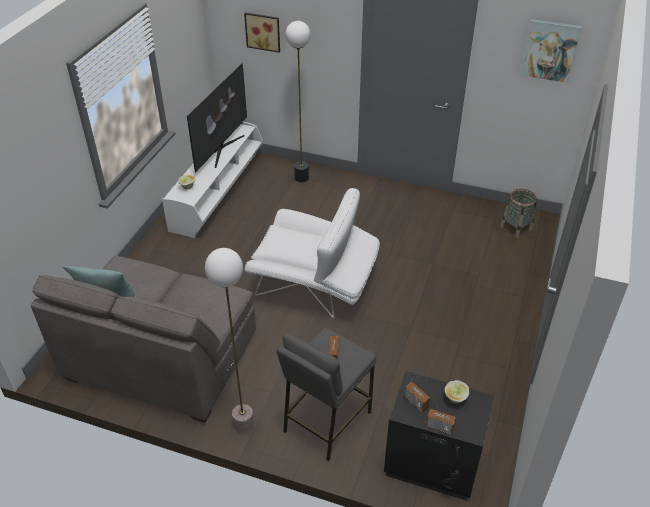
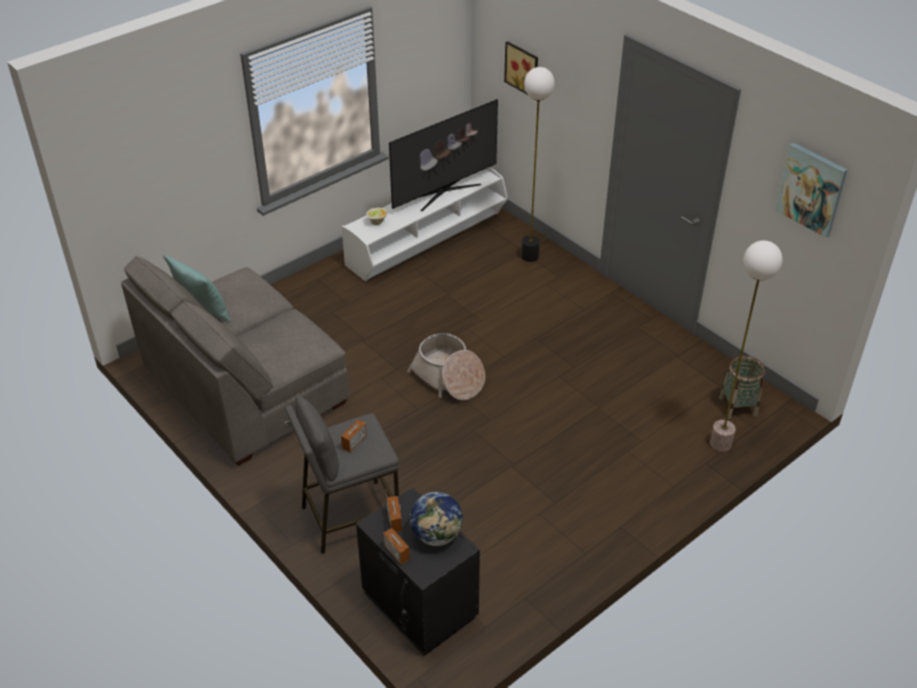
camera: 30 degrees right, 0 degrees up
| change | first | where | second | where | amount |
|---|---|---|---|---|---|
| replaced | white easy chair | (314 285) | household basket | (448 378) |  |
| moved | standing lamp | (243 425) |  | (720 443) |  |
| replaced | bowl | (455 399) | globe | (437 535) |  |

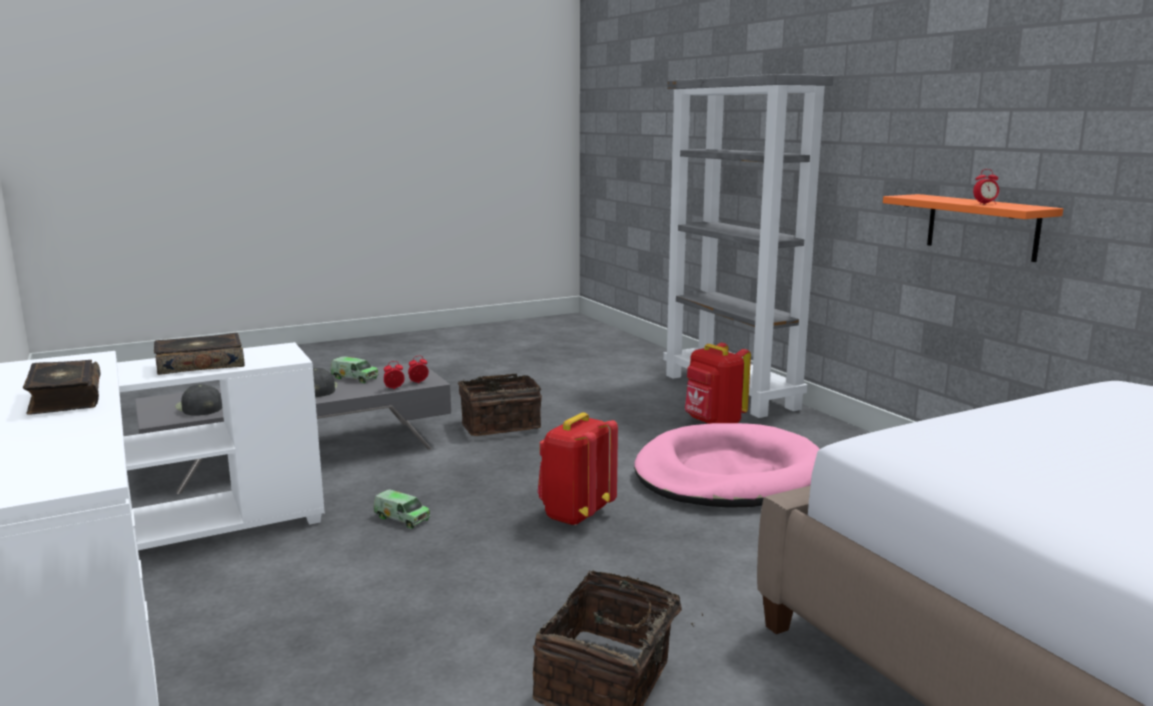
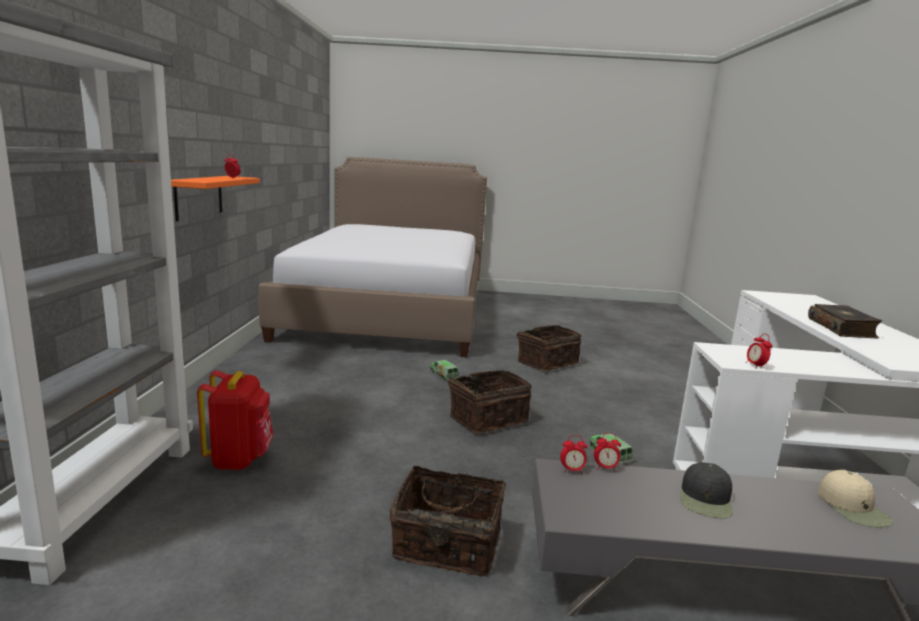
camera: 150 degrees left, 0 degrees up
| change | first | where | second | where | amount |
|---|---|---|---|---|---|
| removed | book | (200 365) |  |  |  |
| moved | model truck | (354 378) |  | (443 375) |  |
| recoloured | blackish cap | (199 407) | beige cap | (853 508) |  |
| replaced | red-coloured rucksack | (575 515) | household basket | (487 419) |  |
| removed | pink-coloured pet bed | (727 474) |  |  |  |
| added |  |  | table clock | (755 366) |  |

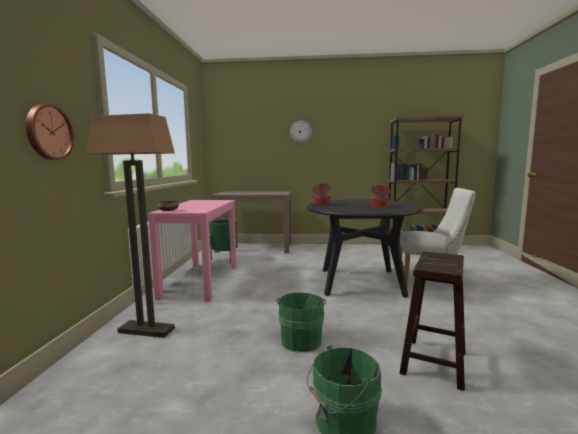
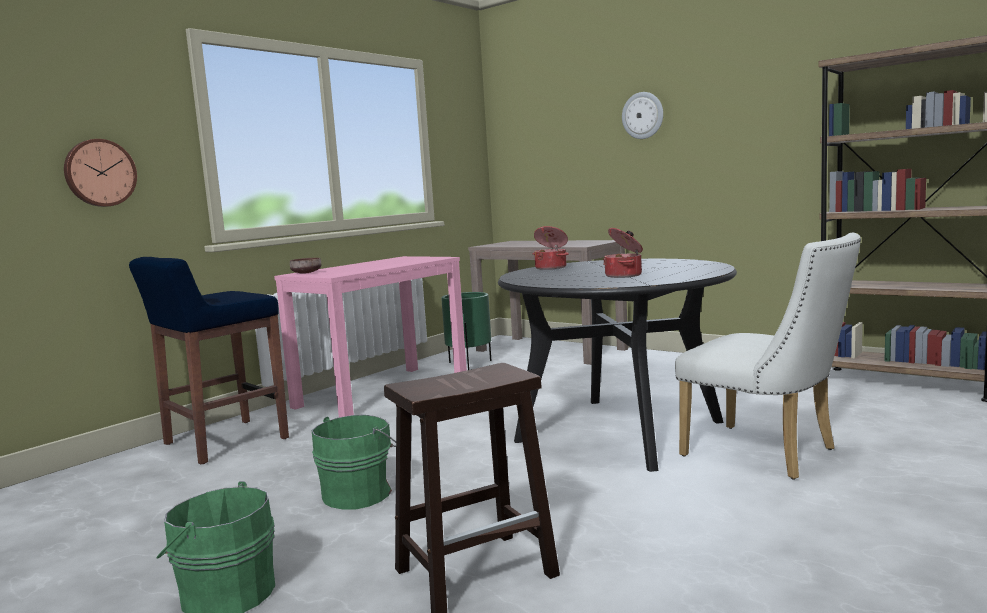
camera: 35 degrees right, 0 degrees up
| change | first | where | second | where | amount |
|---|---|---|---|---|---|
| replaced | standing lamp | (146 331) | bluish sitting stool | (223 442) |  |

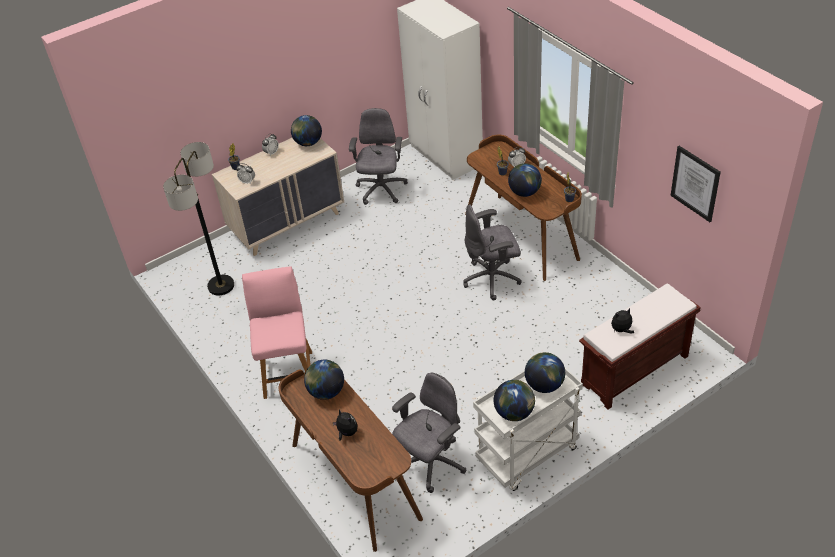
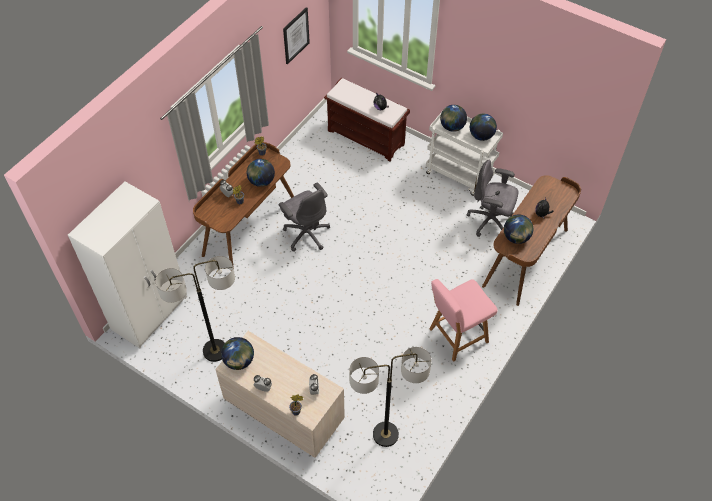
camera: 115 degrees left, 10 degrees up
| change | first | where | second | where | amount |
|---|---|---|---|---|---|
| replaced | gray computer chair | (381 190) | standing lamp | (215 350) |  |

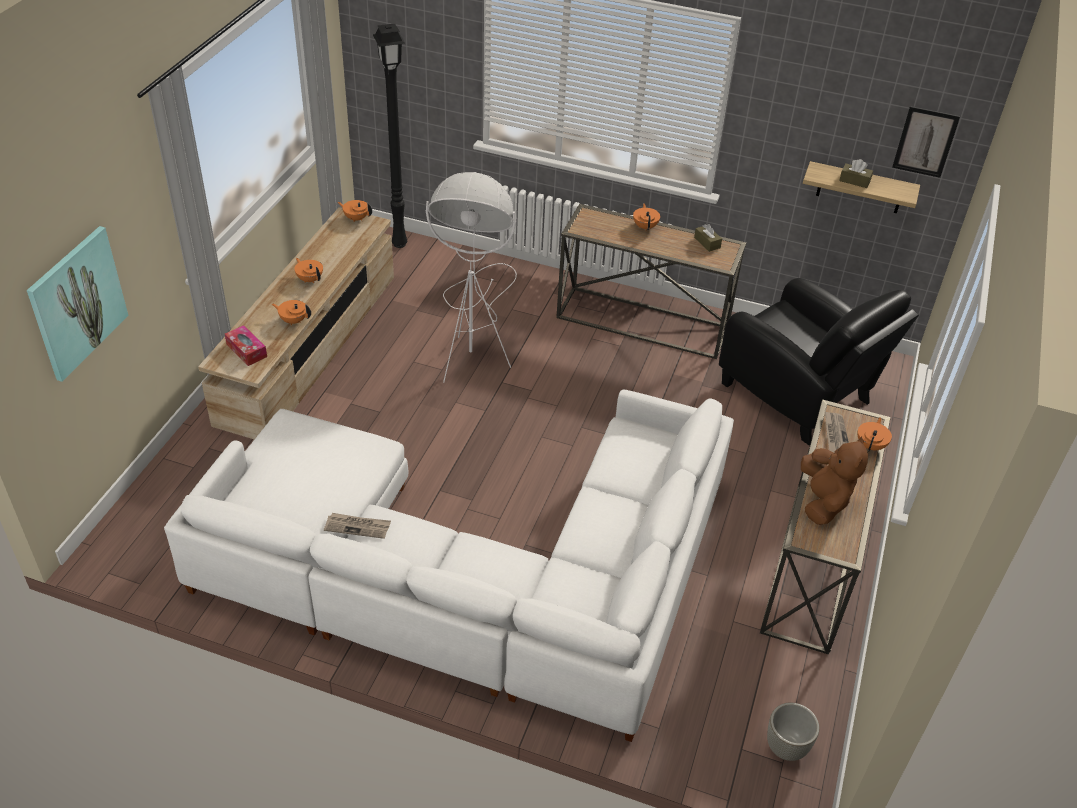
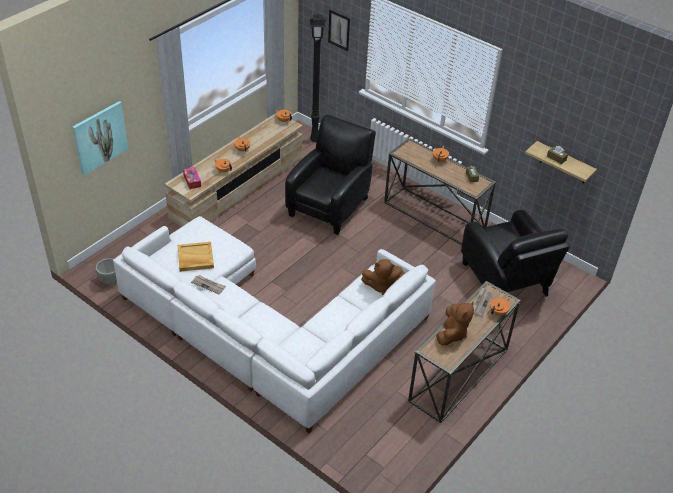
camera: 20 degrees right, 0 degrees up
| change | first | where | second | where | amount |
|---|---|---|---|---|---|
| moved | wall art | (925 141) |  | (339 30) |  |
| replaced | white standing lamp | (475 341) | blackish easy chair | (330 205) |  |
| moved | gray plant pot | (785 747) |  | (110 281) |  |
| added |  |  | beige tray | (195 258) |  |
| added |  |  | brown-coloured soft toy | (381 286) |  |

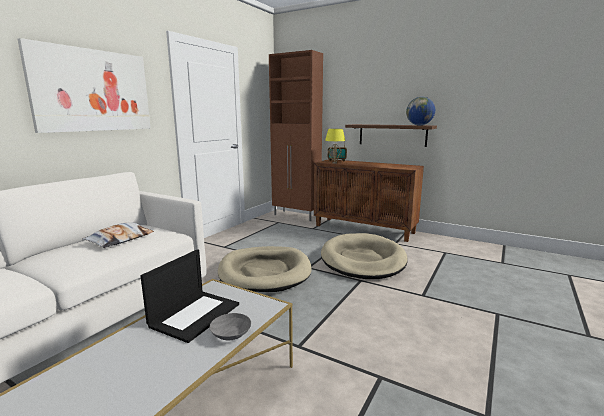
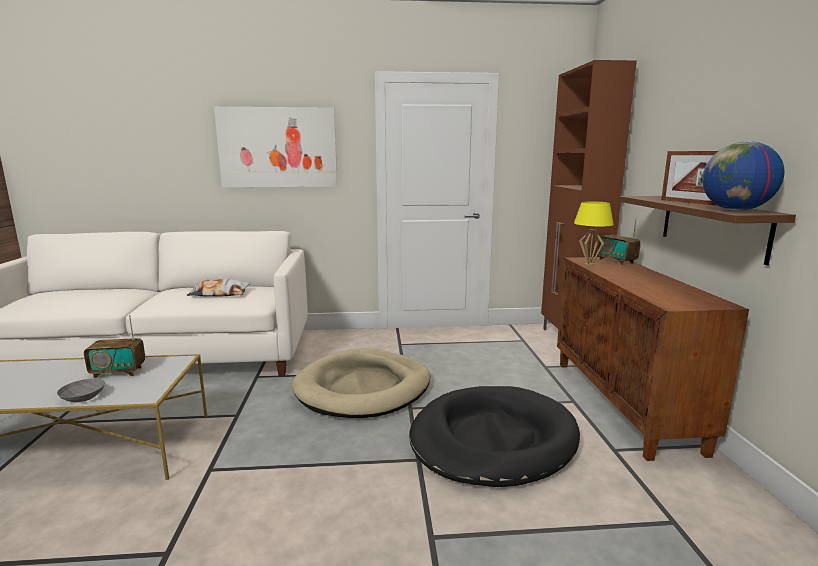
camera: 55 degrees right, 0 degrees up
| change | first | where | second | where | amount |
|---|---|---|---|---|---|
| recoloured | beige pet bed | (363 260) | blackish pet bed | (492 440) |  |
| replaced | portable computer | (195 314) | radio set | (118 372) |  |
| added |  |  | standing frame | (687 202) |  |

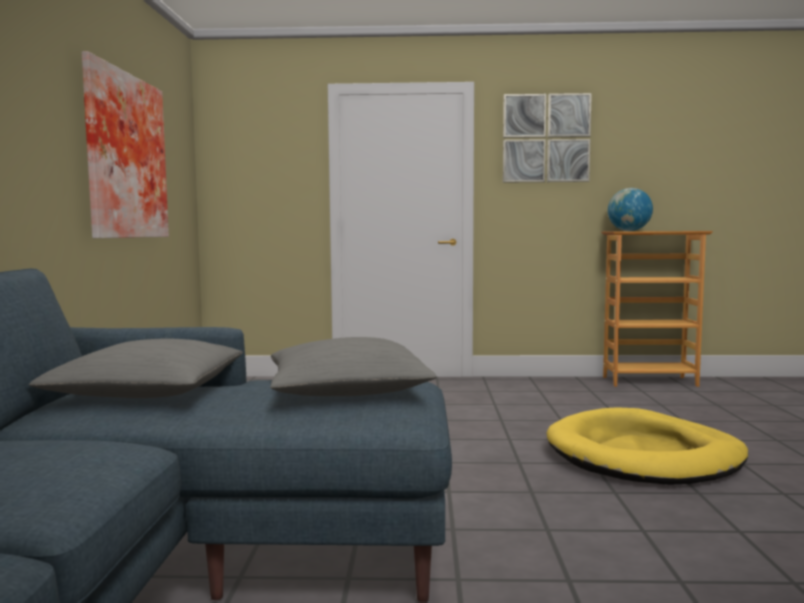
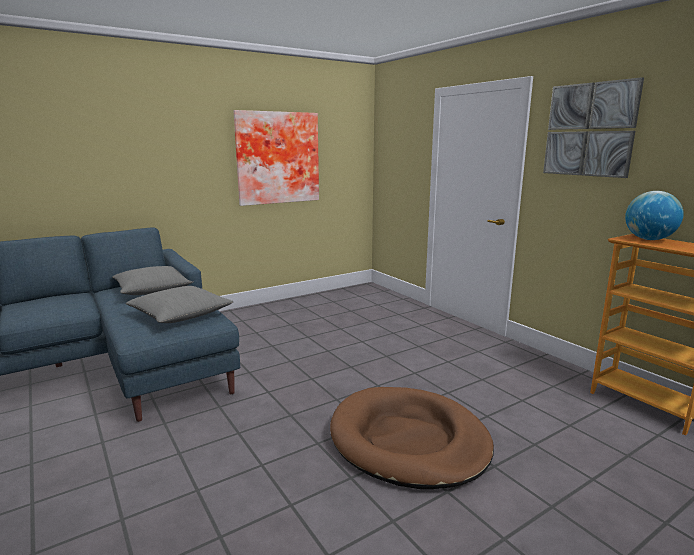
camera: 55 degrees right, 10 degrees up
| change | first | where | second | where | amount |
|---|---|---|---|---|---|
| recoloured | yellowish pet bed | (644 455) | brown-coloured pet bed | (408 441) |  |

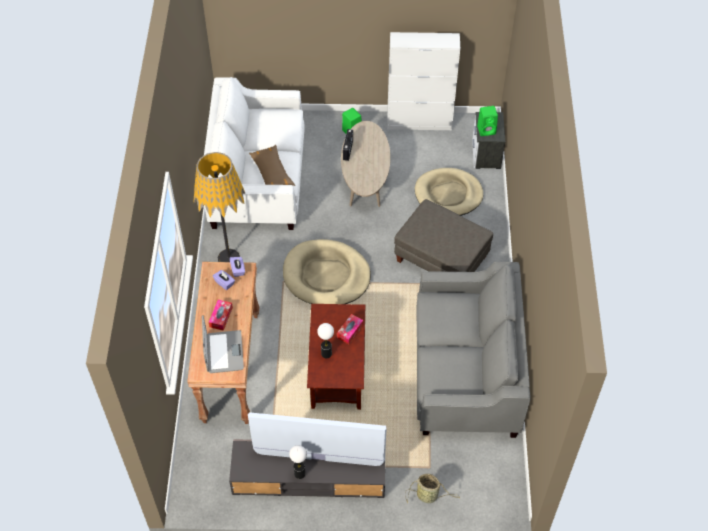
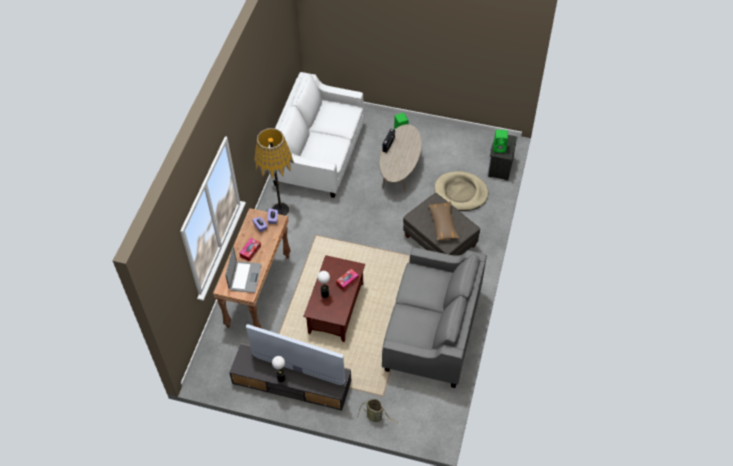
camera: 15 degrees right, 0 degrees up
| change | first | where | second | where | amount |
|---|---|---|---|---|---|
| removed | white cupboard | (419 122) |  |  |  |
| moved | brown-coloured cushion | (272 173) |  | (443 224) |  |
| removed | beige pet bed | (326 276) |  |  |  |

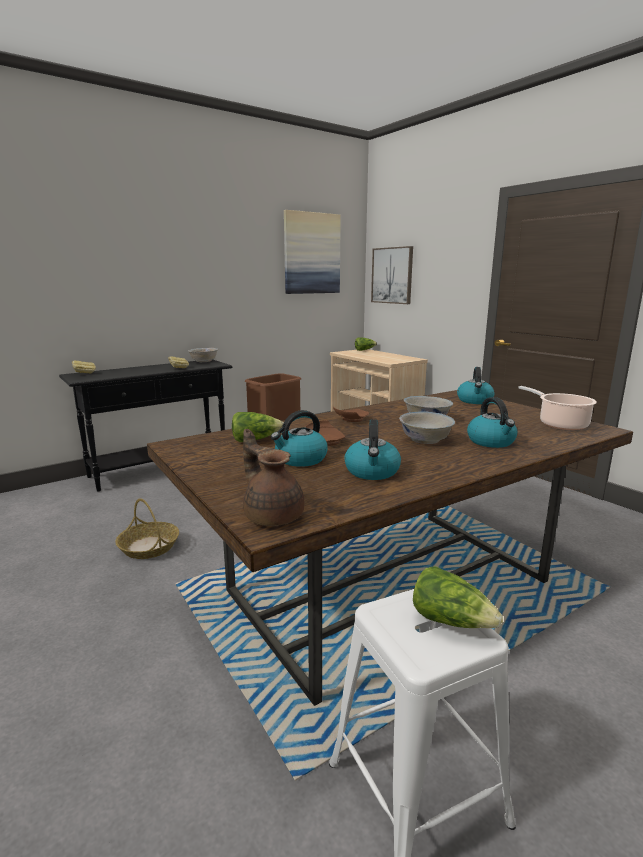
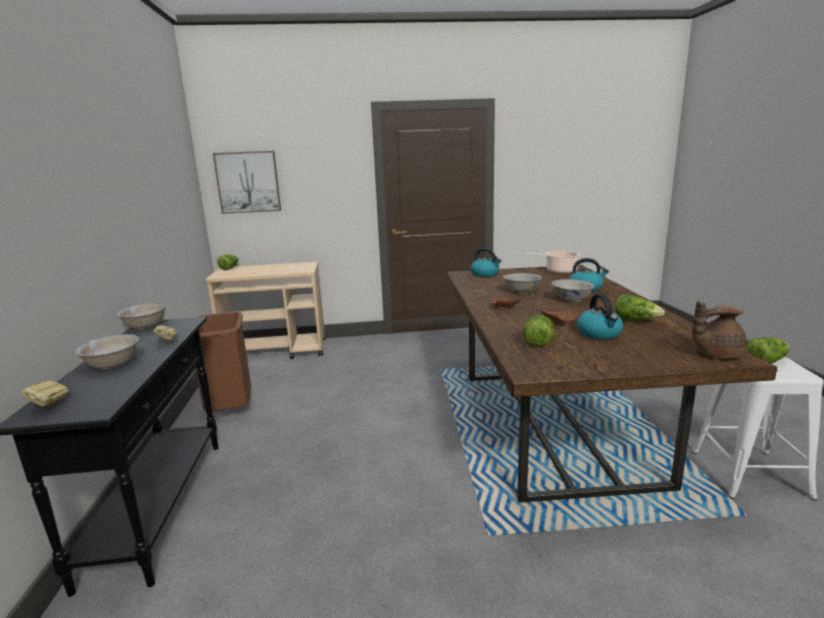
camera: 60 degrees left, 0 degrees up
| change | first | where | second | where | amount |
|---|---|---|---|---|---|
| removed | wall art | (311 253) |  |  |  |
| replaced | tea kettle | (372 472) | lettuce | (635 320) |  |
| removed | household basket | (149 547) |  |  |  |
| added |  |  | white bowl | (113 364) |  |

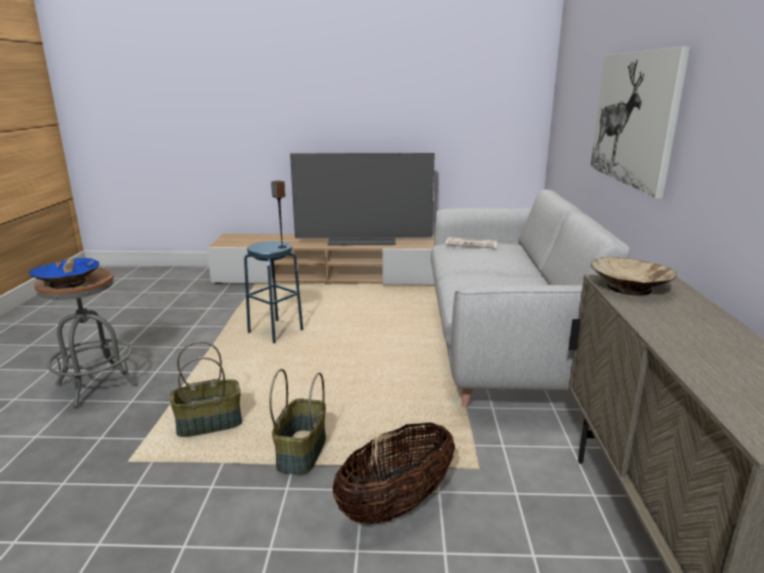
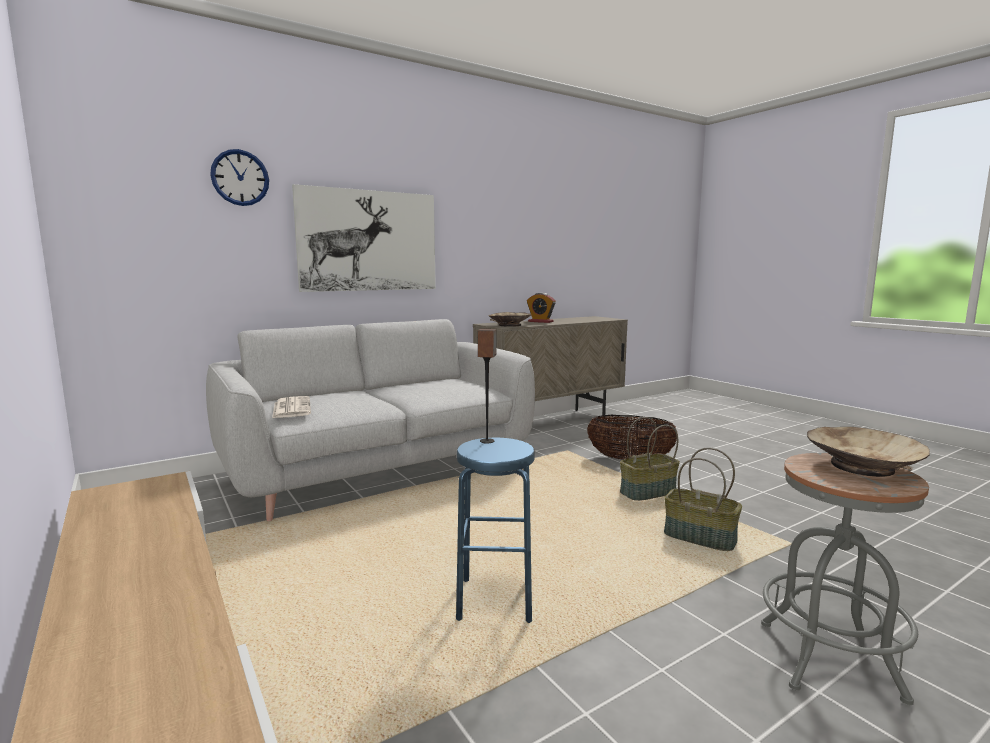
camera: 125 degrees left, 10 degrees down
| change | first | where | second | where | amount |
|---|---|---|---|---|---|
| removed | TV | (362 240) |  |  |  |
| recoloured | bluish bowl | (68 282) | beige bowl | (861 466) |  |
| added |  |  | clock on the wall | (240 178) |  |
| added |  |  | table clock | (540 321) |  |

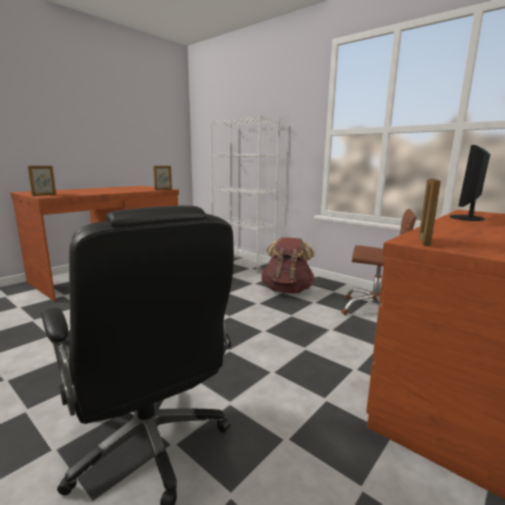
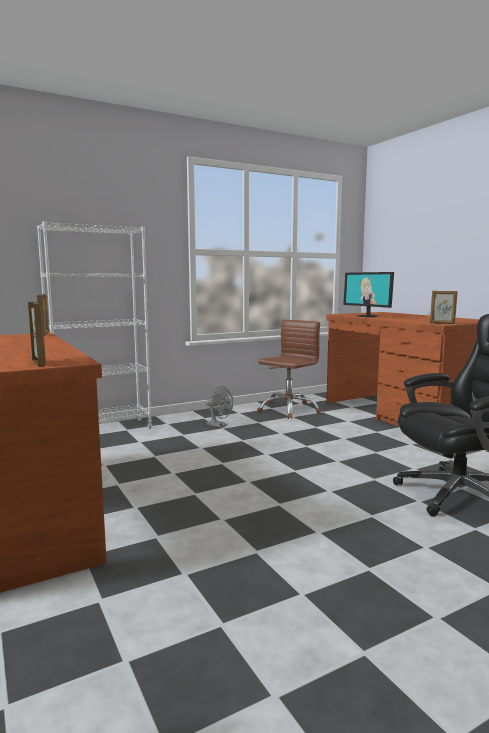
camera: 70 degrees left, 5 degrees down
| change | first | where | second | where | amount |
|---|---|---|---|---|---|
| replaced | brown-coloured rucksack | (287 290) | gray electric fan | (219 426) |  |

